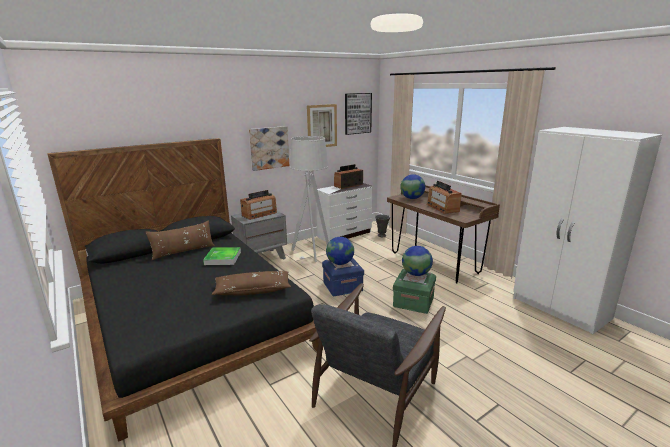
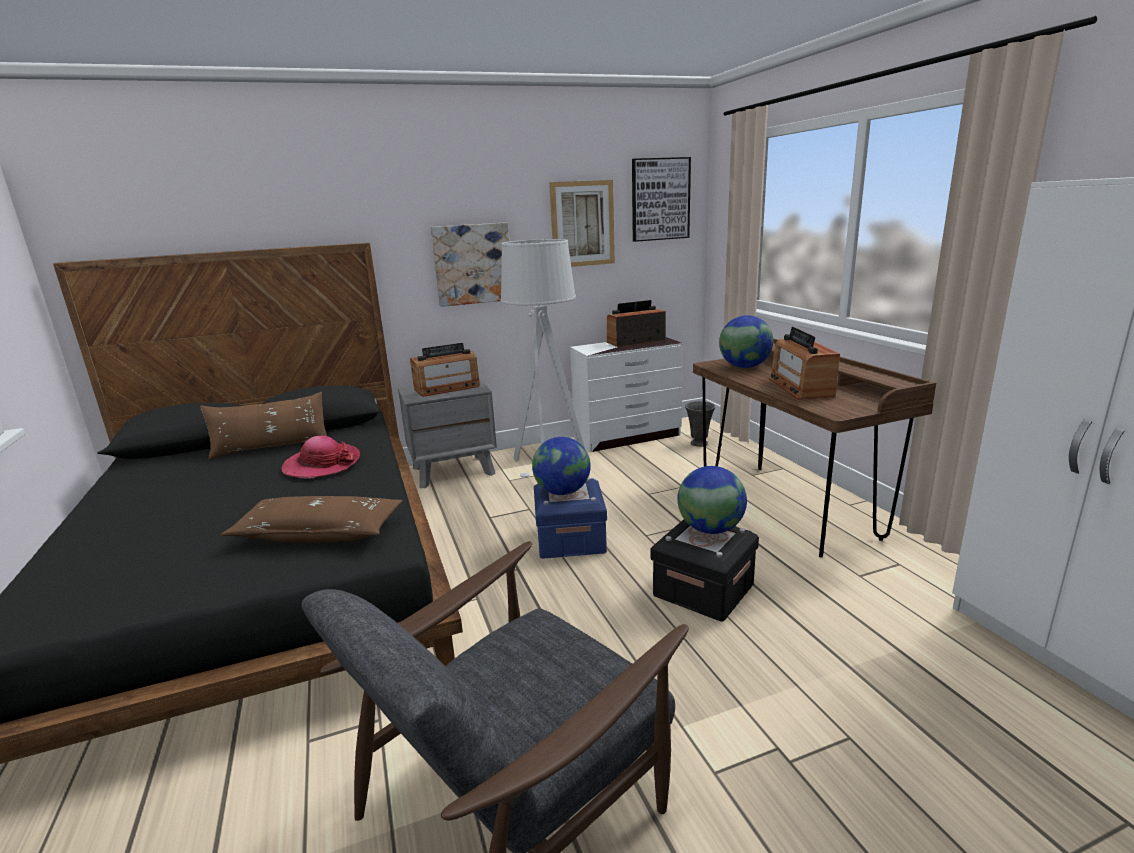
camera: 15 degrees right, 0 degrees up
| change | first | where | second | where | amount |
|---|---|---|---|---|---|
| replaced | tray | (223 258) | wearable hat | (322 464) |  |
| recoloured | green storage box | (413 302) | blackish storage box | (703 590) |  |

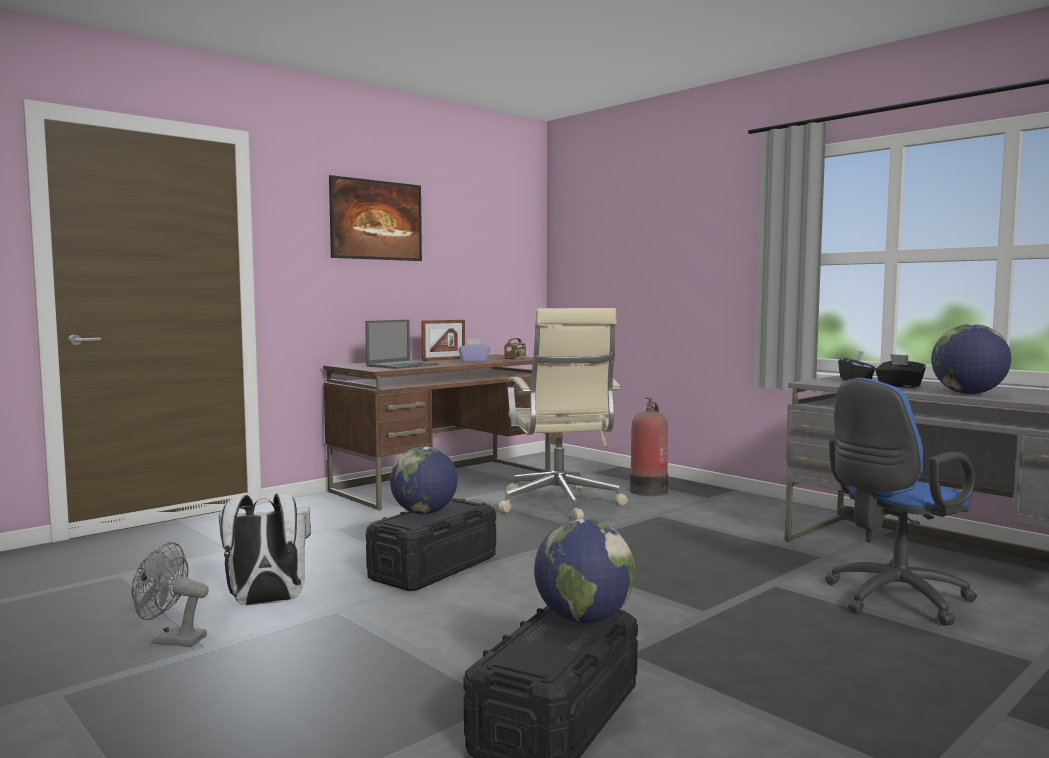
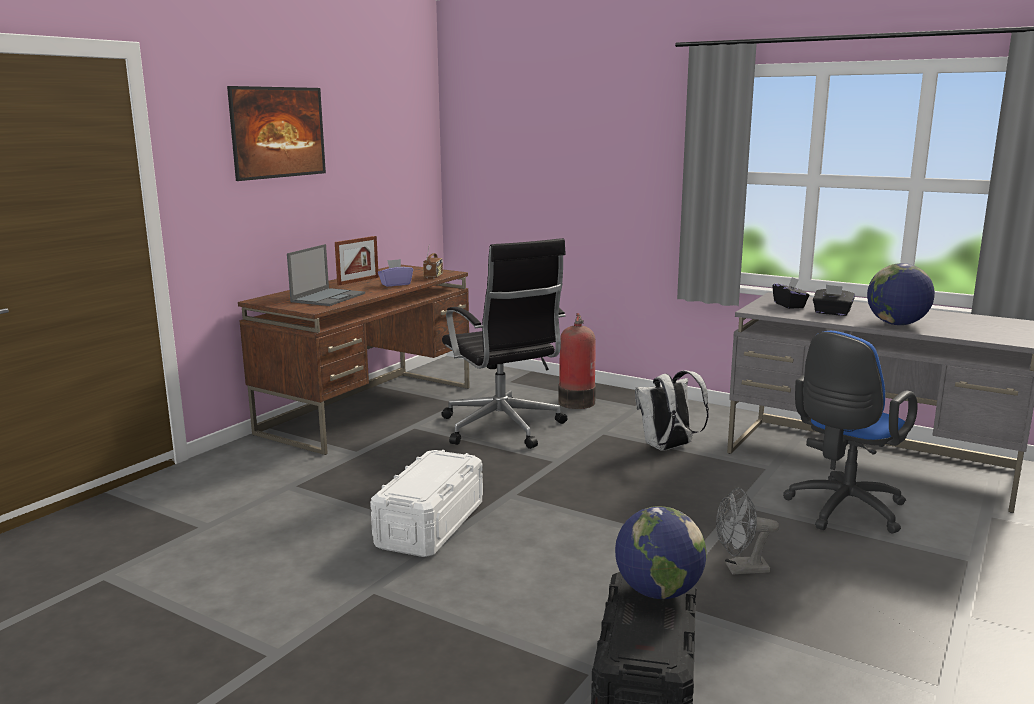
camera: 15 degrees left, 10 degrees up
| change | first | where | second | where | amount |
|---|---|---|---|---|---|
| recoloured | beige computer chair | (559 504) | blackish computer chair | (502 428) |  |
| removed | globe | (424 513) |  |  |  |
| moved | white rucksack | (266 603) |  | (668 448) |  |
| recoloured | blackish storage box | (433 567) | white storage box | (430 524) |  |
| moved | gray electric fan | (171 640) |  | (740 569) |  |

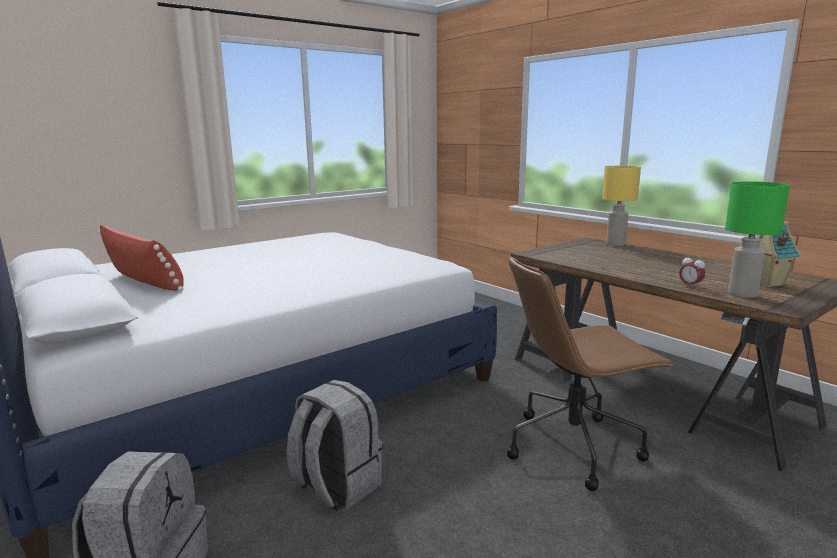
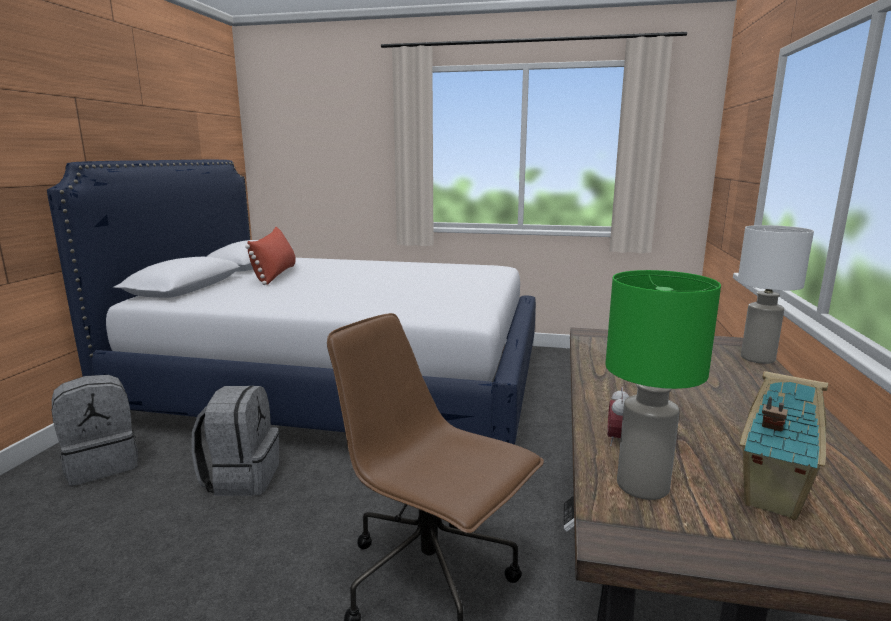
camera: 50 degrees right, 0 degrees up
| change | first | where | second | where | amount |
|---|---|---|---|---|---|
| recoloured | yellowish lamp for a table | (615 244) | white lamp for a table | (756 358) |  |

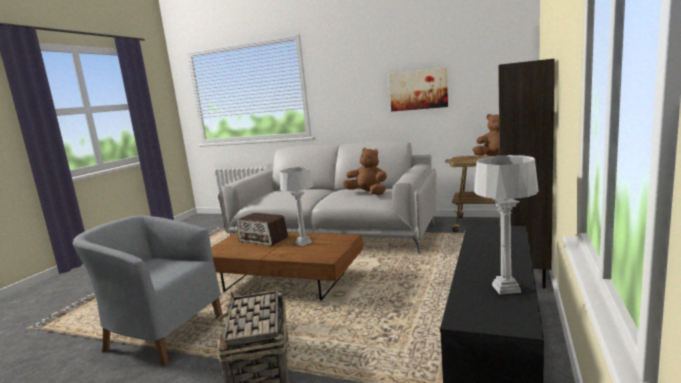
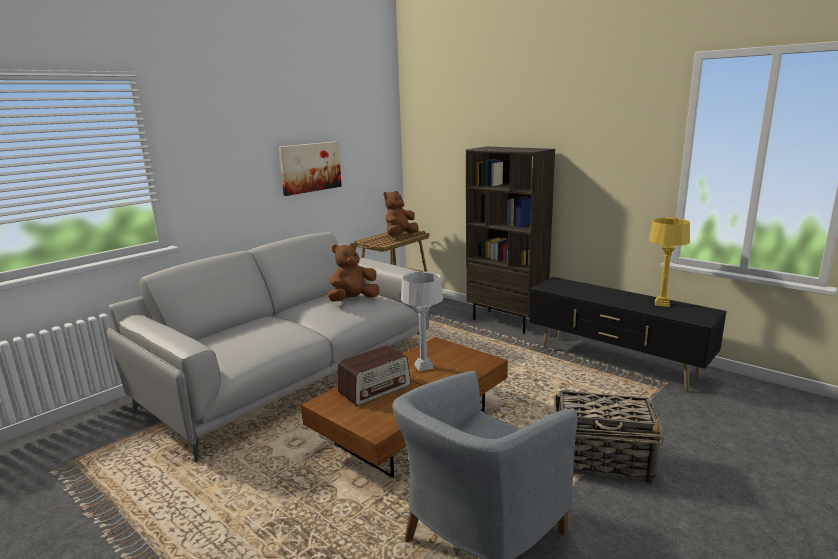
camera: 70 degrees left, 5 degrees up
| change | first | where | second | where | amount |
|---|---|---|---|---|---|
| recoloured | gray lamp for a table | (506 288) | yellowish lamp for a table | (662 303) |  |

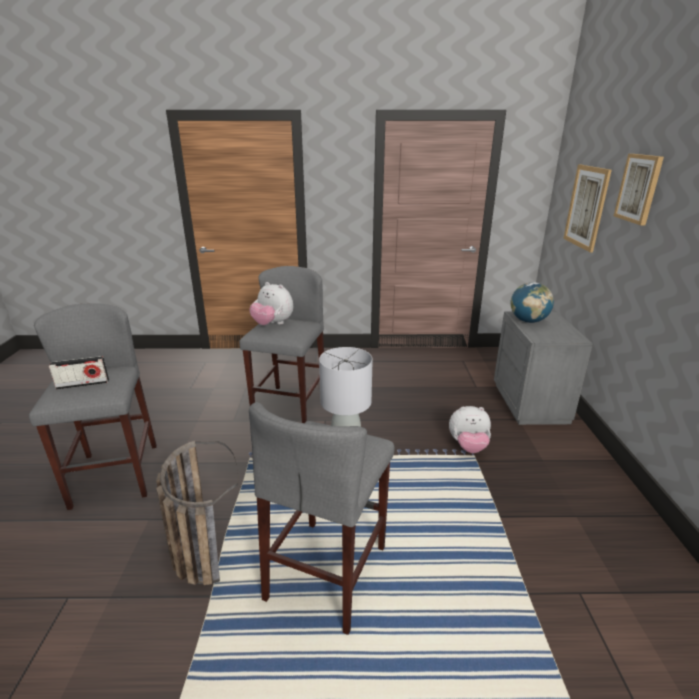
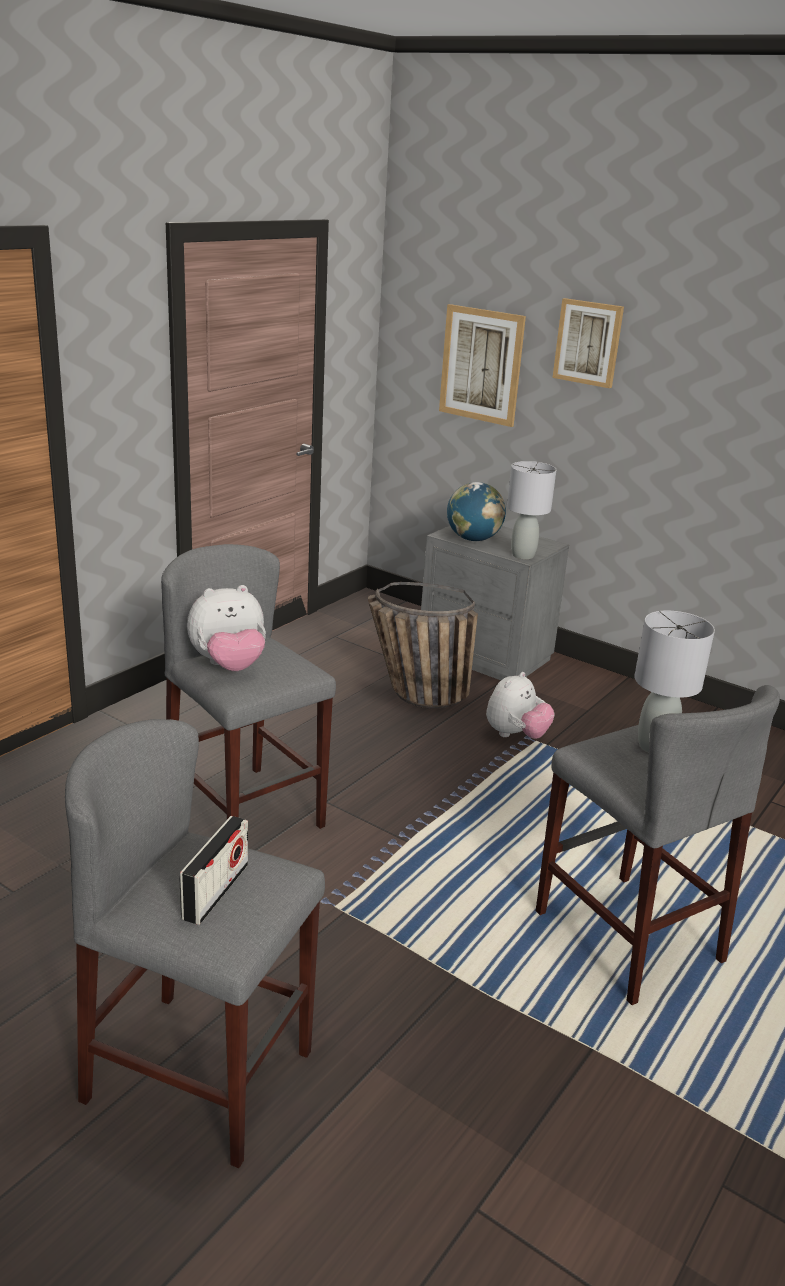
camera: 55 degrees left, 0 degrees up
| change | first | where | second | where | amount |
|---|---|---|---|---|---|
| moved | household basket | (199 547) |  | (412 695) |  |
| added |  |  | gray lamp for a table | (523 555) |  |

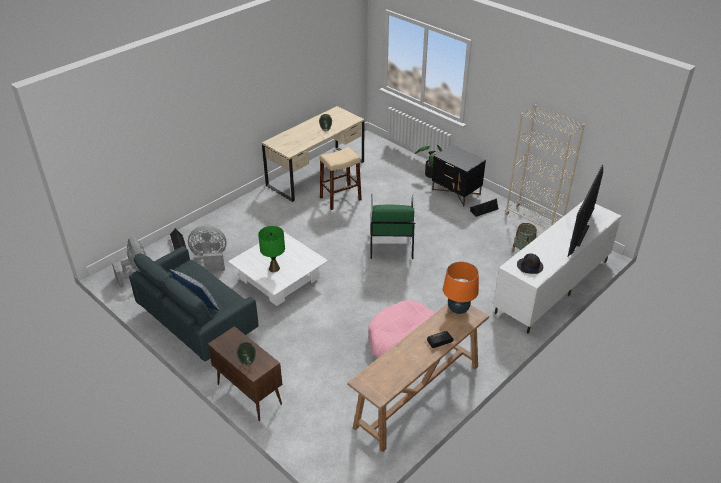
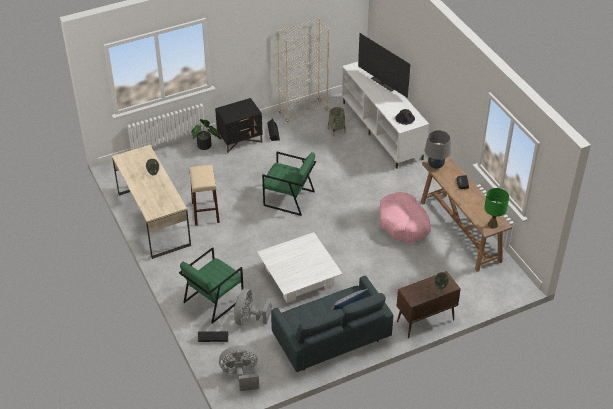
camera: 70 degrees left, 5 degrees up
| change | first | where | second | where | amount |
|---|---|---|---|---|---|
| moved | green lamp for a table | (274 268) |  | (492 224) |  |
| recoloured | orange-coloured lamp for a table | (458 309) | gray lamp for a table | (436 165) |  |
| added |  |  | green easy chair | (213 300) |  |

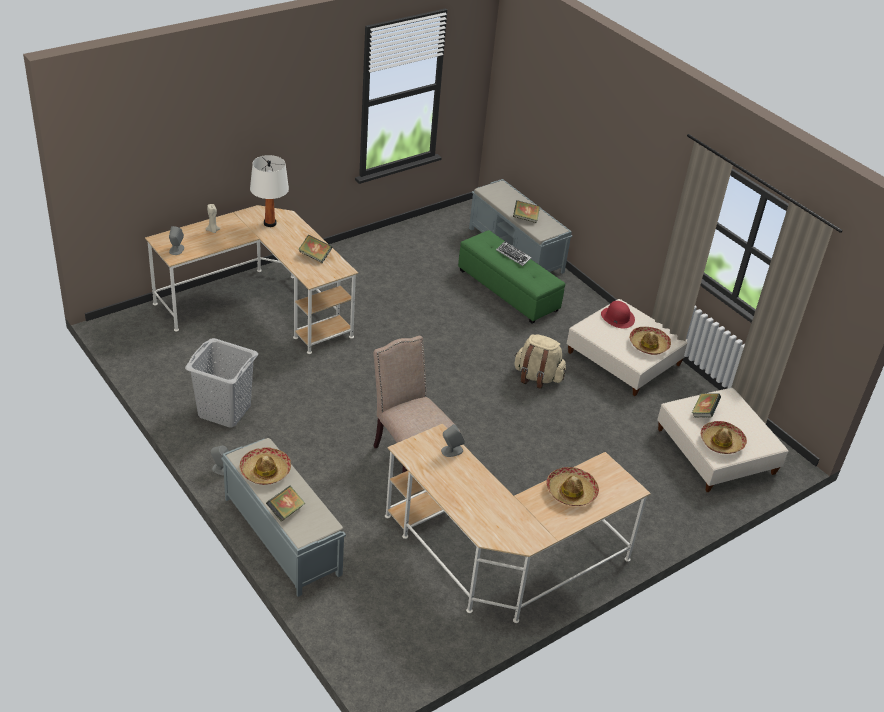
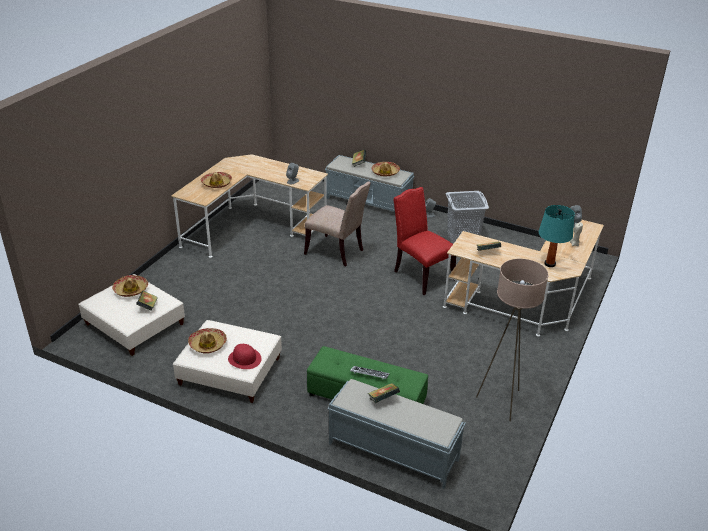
camera: 155 degrees right, 5 degrees down
| change | first | where | second | where | amount |
|---|---|---|---|---|---|
| recoloured | white lamp for a table | (270 223) | blue-green lamp for a table | (550 264) |  |
| removed | beige rucksack | (537 377) |  |  |  |
| added |  |  | red-coloured plain chair | (421 275) |  |
| added |  |  | beige standing lamp | (502 402) |  |

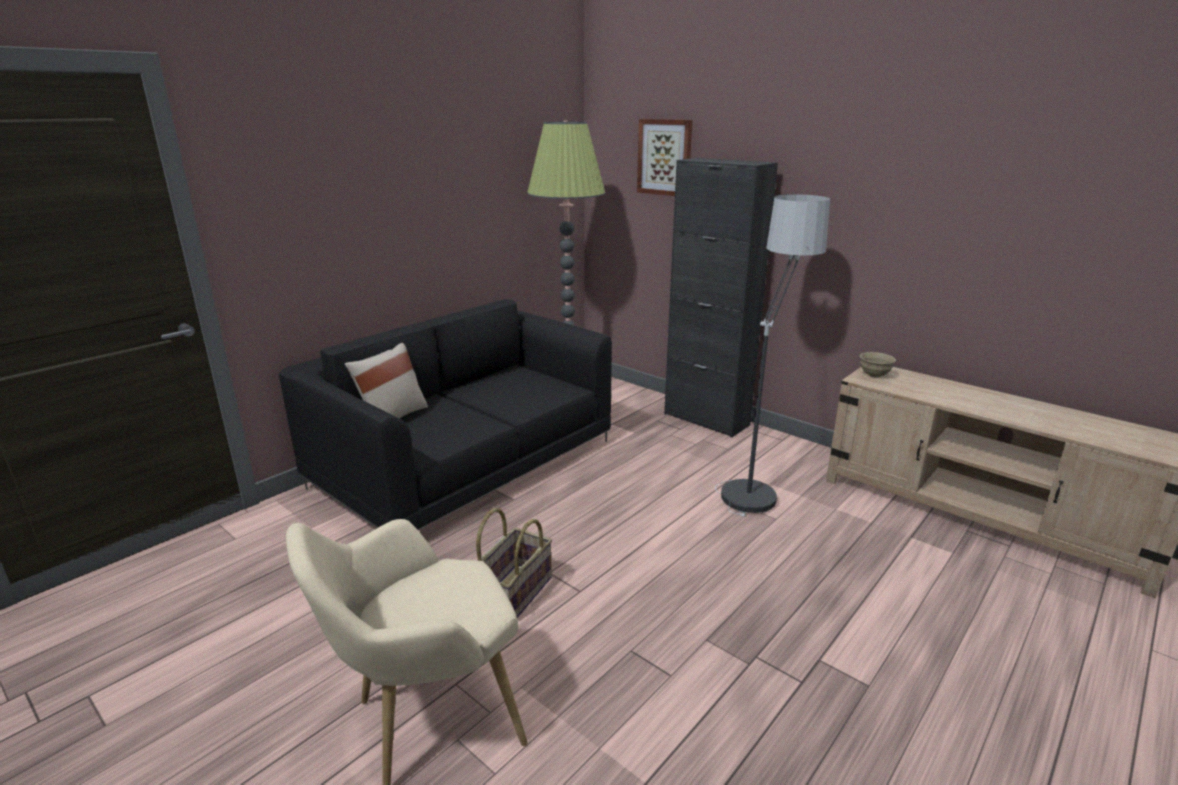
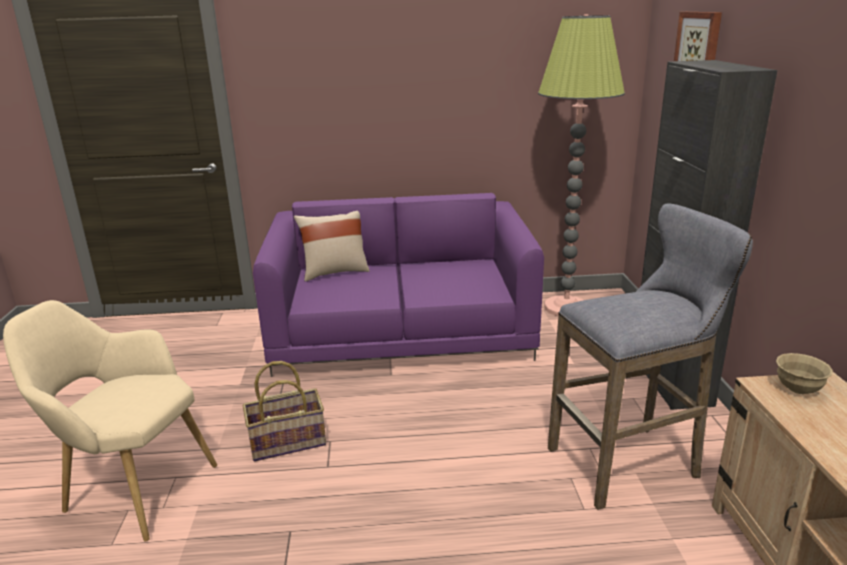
camera: 45 degrees right, 0 degrees up
| change | first | where | second | where | amount |
|---|---|---|---|---|---|
| replaced | standing lamp | (757 479) | gray sitting stool | (629 462) |  |
| recoloured | blackish couch | (465 463) | purple couch | (402 332) |  |

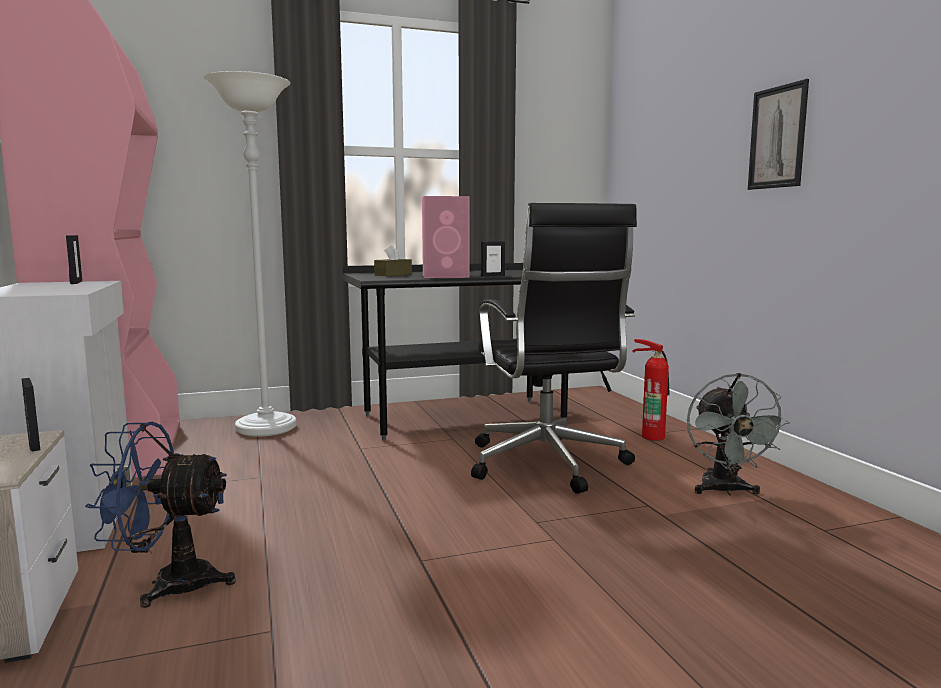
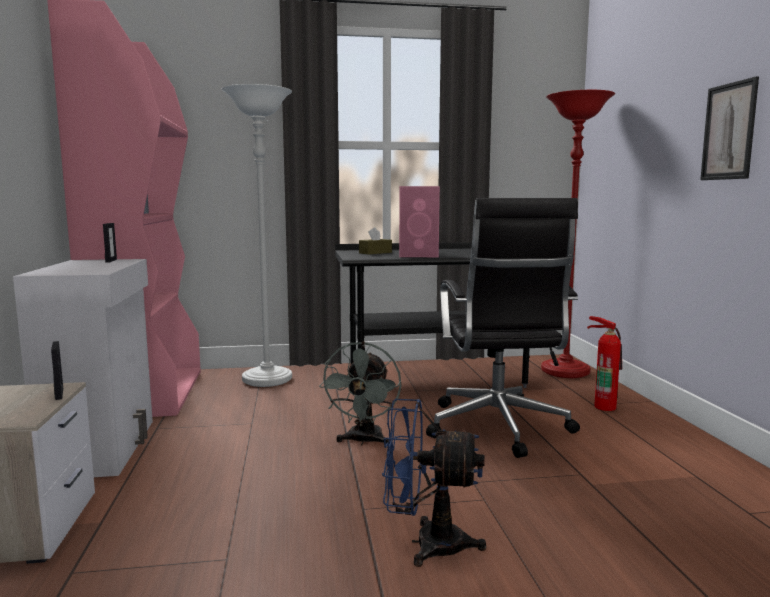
camera: 10 degrees right, 0 degrees up
| change | first | where | second | where | amount |
|---|---|---|---|---|---|
| removed | standing frame | (492 276) |  |  |  |
| moved | gray electric fan | (725 491) |  | (363 441) |  |
| moved | bluish electric fan | (169 583) |  | (426 543) |  |
| added |  |  | red-coloured standing lamp | (565 372) |  |

